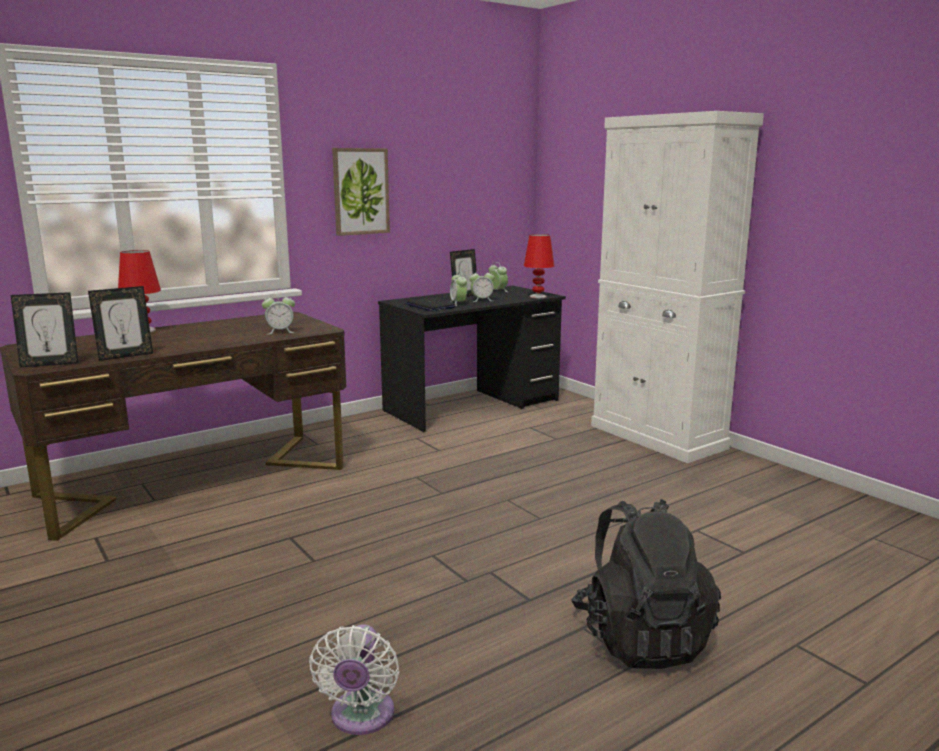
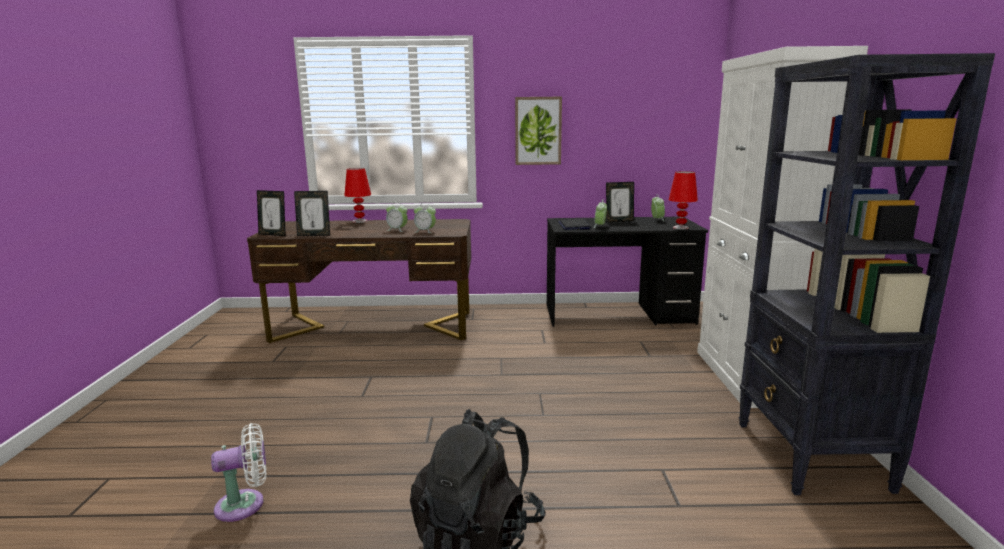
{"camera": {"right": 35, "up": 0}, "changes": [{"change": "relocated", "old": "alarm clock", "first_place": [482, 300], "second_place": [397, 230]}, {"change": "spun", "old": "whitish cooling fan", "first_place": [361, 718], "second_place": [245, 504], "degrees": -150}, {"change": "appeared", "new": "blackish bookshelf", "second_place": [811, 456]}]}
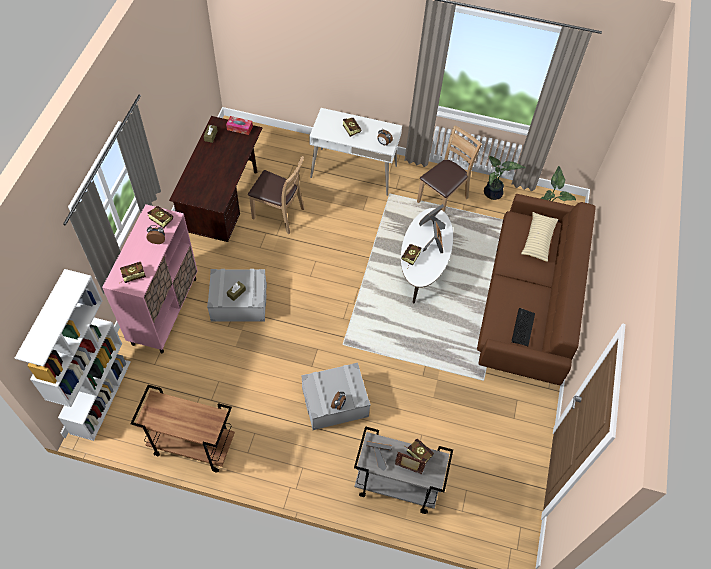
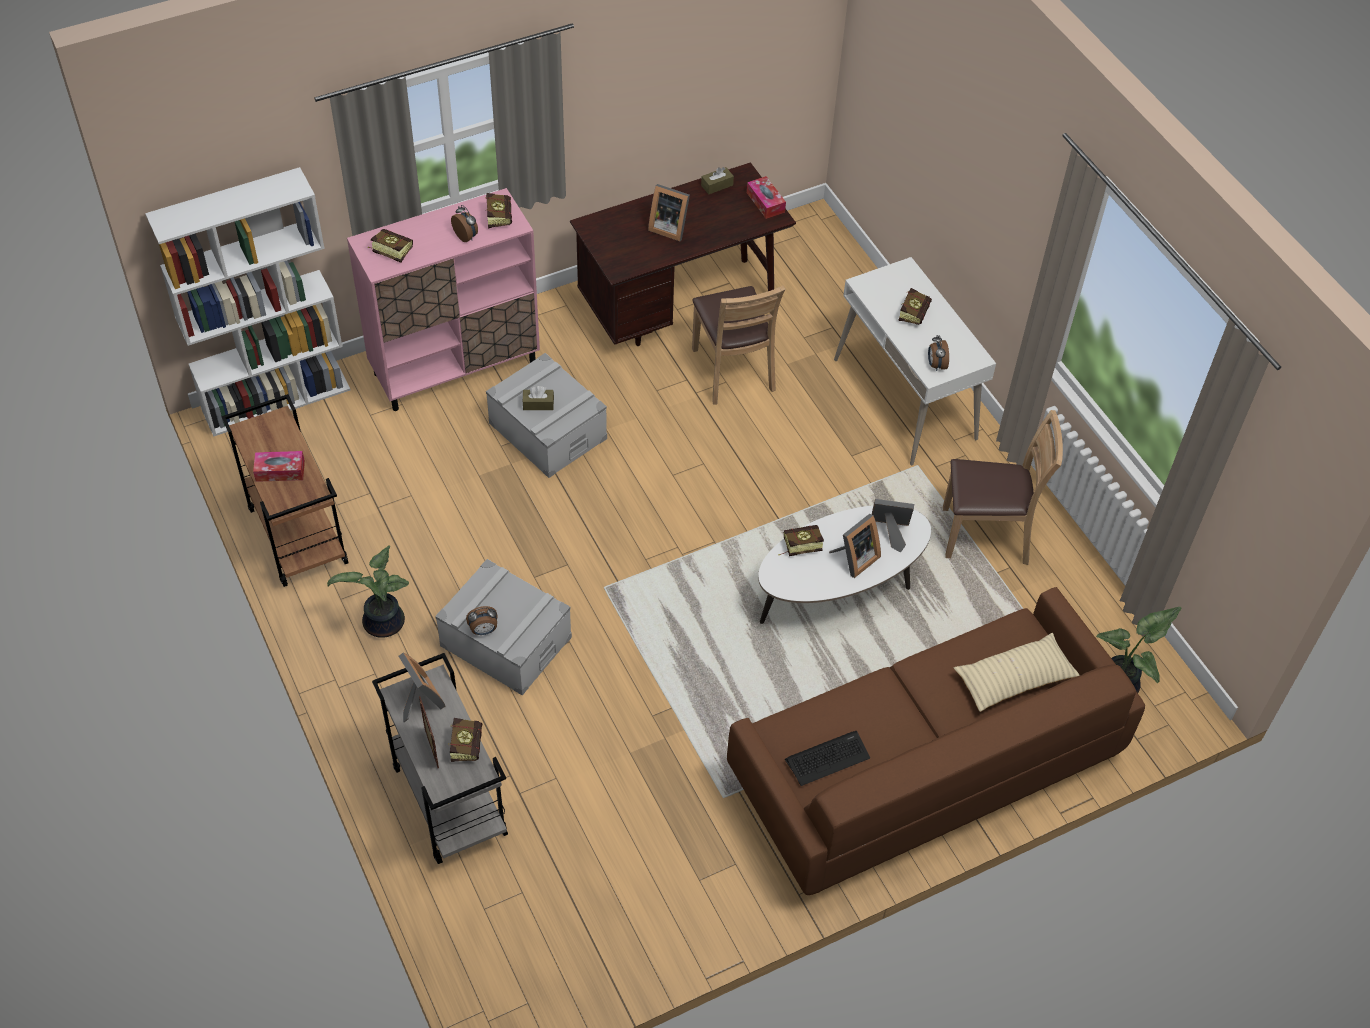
{"camera": {"right": 50, "up": -5}, "changes": [{"change": "relocated", "old": "potted plant", "first_place": [493, 194], "second_place": [382, 625]}, {"change": "appeared", "new": "picture frame", "second_place": [668, 227]}, {"change": "appeared", "new": "tissue box", "second_place": [280, 471]}]}
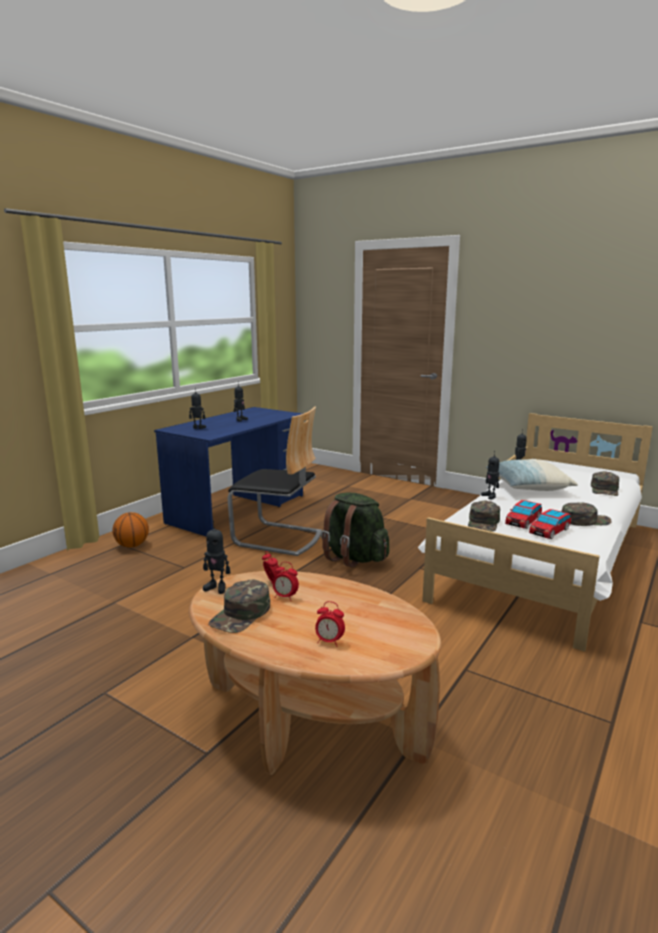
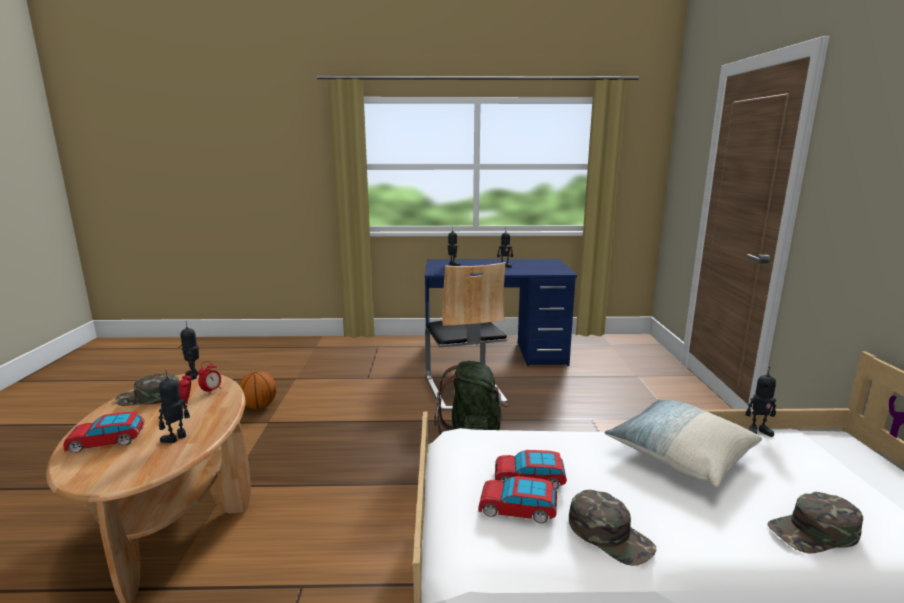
{"camera": {"right": 55, "up": 0}, "changes": [{"change": "relocated", "old": "toy robot", "first_place": [490, 496], "second_place": [176, 438]}, {"change": "missing", "old": "greenish peaked cap", "first_place": [483, 523]}, {"change": "relocated", "old": "basketball ball", "first_place": [132, 545], "second_place": [259, 406]}, {"change": "exchanged", "old": "alarm clock", "new": "toy car", "first_place": [329, 642], "second_place": [107, 441]}]}
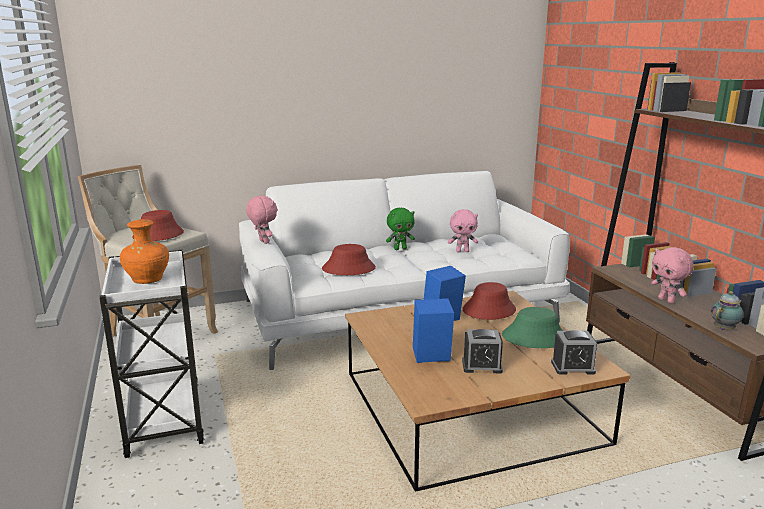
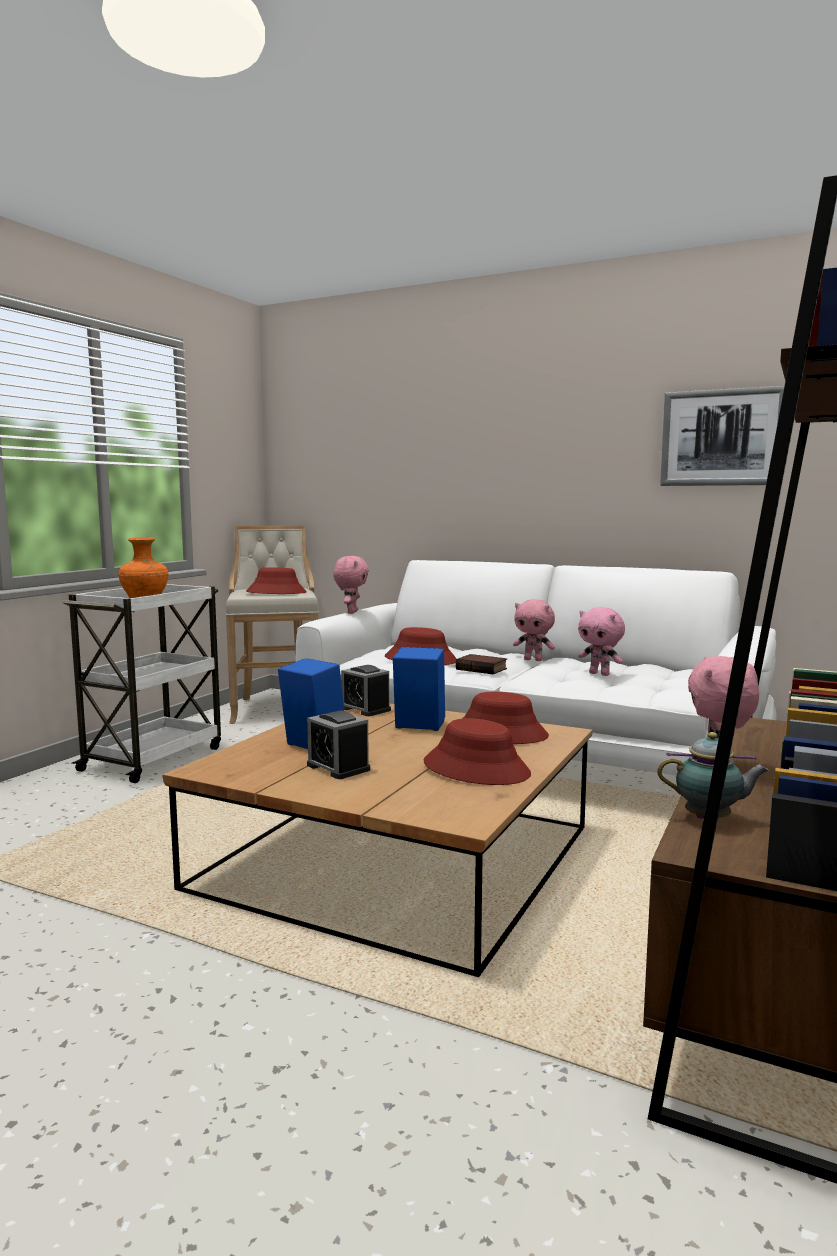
{"camera": {"right": 45, "up": -10}, "changes": [{"change": "colour", "old": "greenish plush toy", "new": "pinkish plush toy", "first_place": [400, 249], "second_place": [533, 660]}, {"change": "colour", "old": "greenish wearable hat", "new": "red wearable hat", "first_place": [534, 337], "second_place": [476, 769]}, {"change": "relocated", "old": "alarm clock", "first_place": [573, 367], "second_place": [365, 709]}, {"change": "appeared", "new": "wall art", "second_place": [721, 438]}, {"change": "appeared", "new": "volume", "second_place": [482, 669]}]}
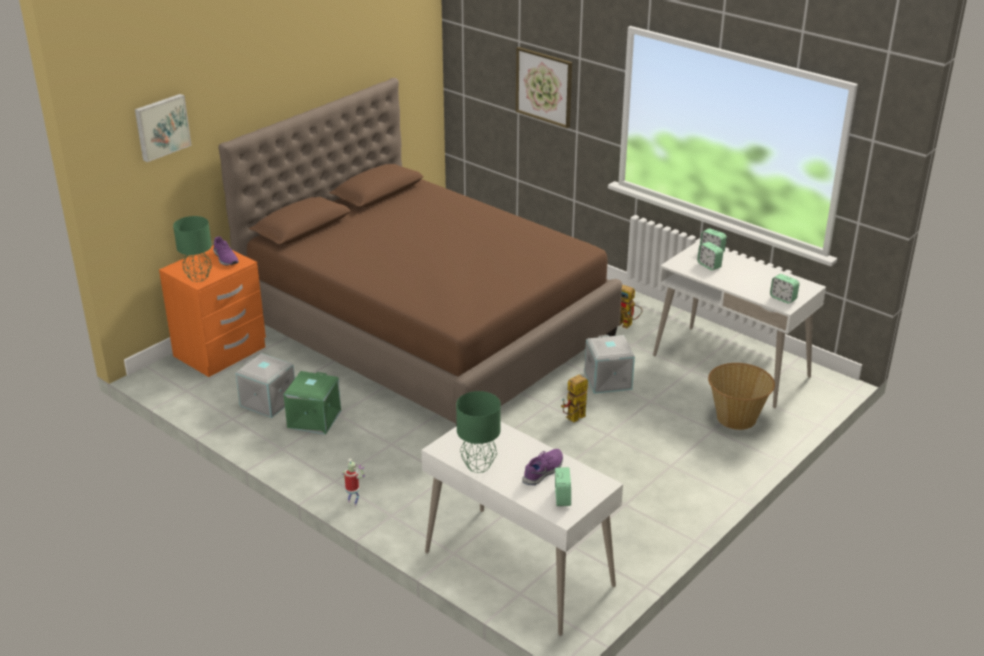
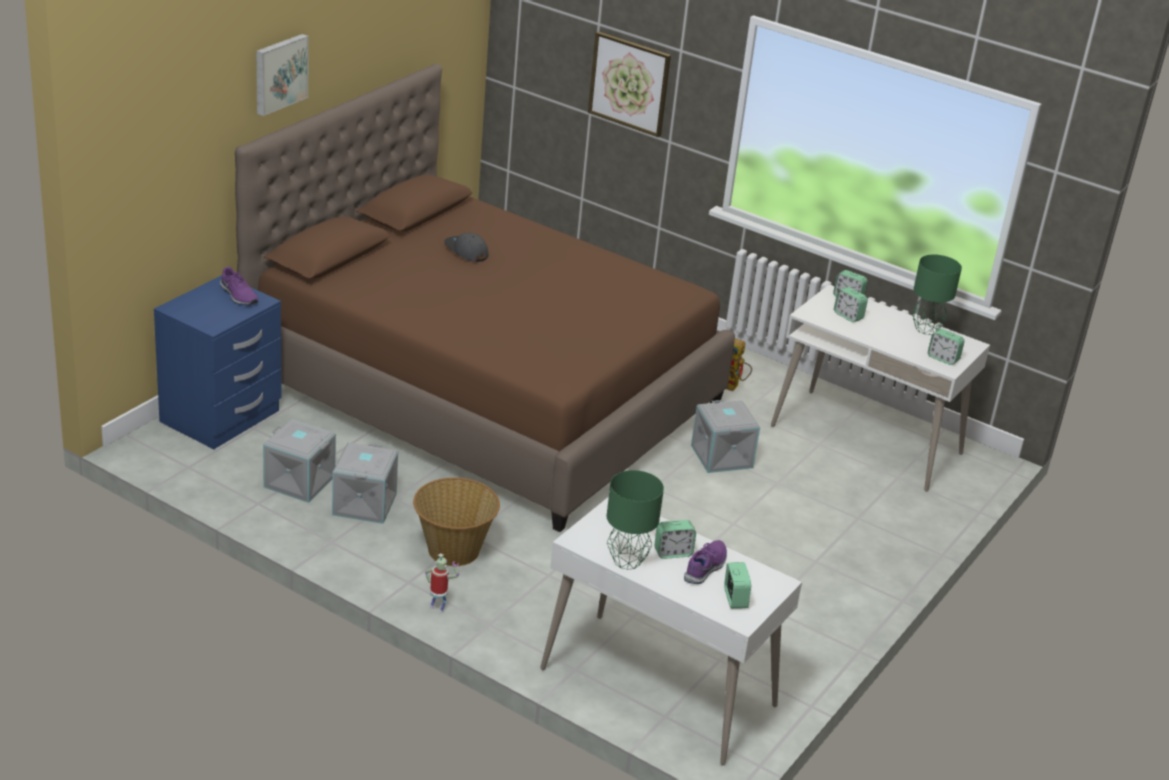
{"camera": {"right": -10, "up": 0}, "changes": [{"change": "relocated", "old": "wall art", "first_place": [161, 127], "second_place": [279, 73]}, {"change": "relocated", "old": "greenish tabletop lamp", "first_place": [199, 277], "second_place": [927, 329]}, {"change": "colour", "old": "orangey nightstand", "new": "blue nightstand", "first_place": [221, 352], "second_place": [221, 417]}, {"change": "relocated", "old": "storage basket", "first_place": [736, 418], "second_place": [453, 551]}, {"change": "colour", "old": "greenish storage bin", "new": "gray storage bin", "first_place": [313, 419], "second_place": [363, 504]}, {"change": "missing", "old": "toy robot", "first_place": [574, 419]}, {"change": "appeared", "new": "gray peaked cap", "second_place": [466, 251]}, {"change": "appeared", "new": "alarm clock", "second_place": [673, 552]}]}
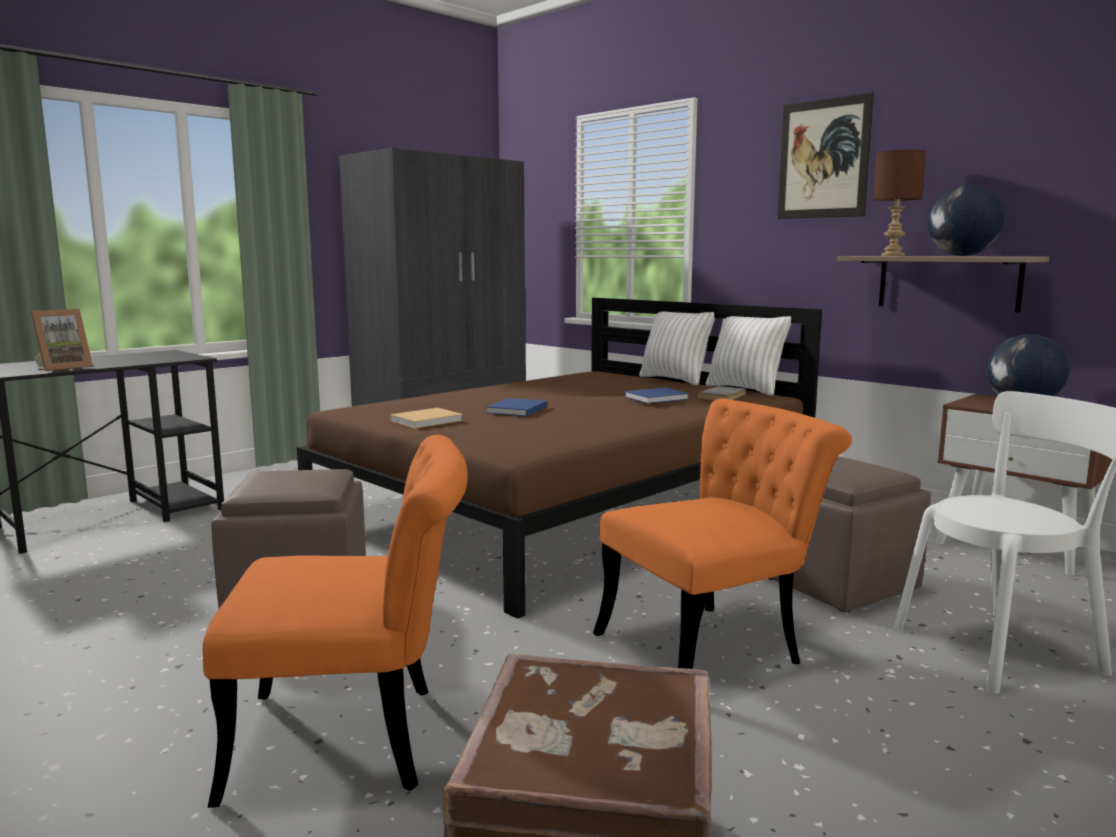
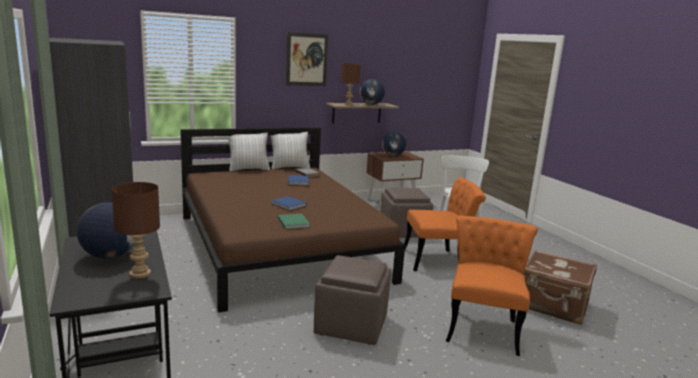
{"camera": {"right": -70, "up": 5}, "changes": [{"change": "exchanged", "old": "picture frame", "new": "brownish tabletop lamp", "first_place": [63, 367], "second_place": [139, 273]}, {"change": "spun", "old": "orangey plain chair", "first_place": [713, 644], "second_place": [439, 260], "degrees": 90}, {"change": "colour", "old": "beige volume", "new": "greenish volume", "first_place": [428, 420], "second_place": [293, 222]}, {"change": "appeared", "new": "globe", "second_place": [110, 256]}]}
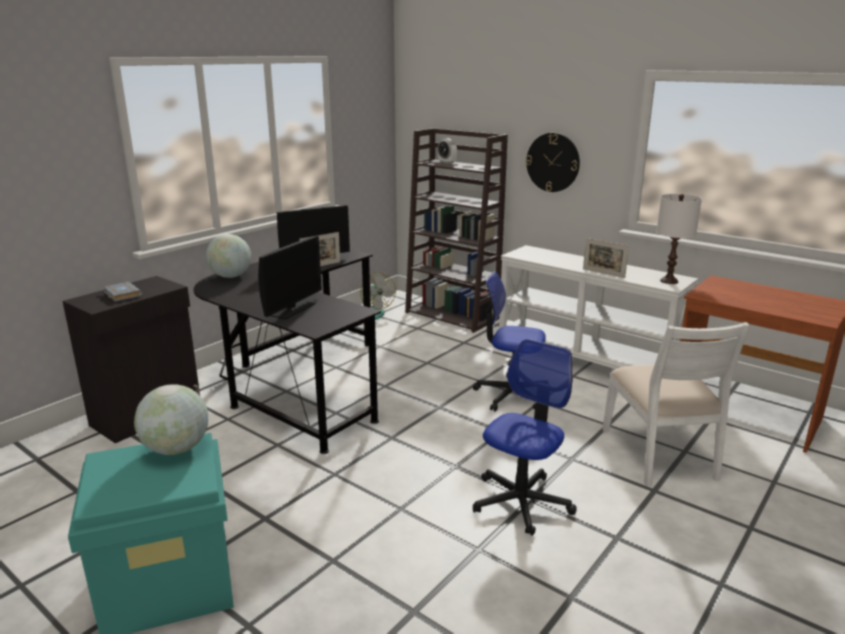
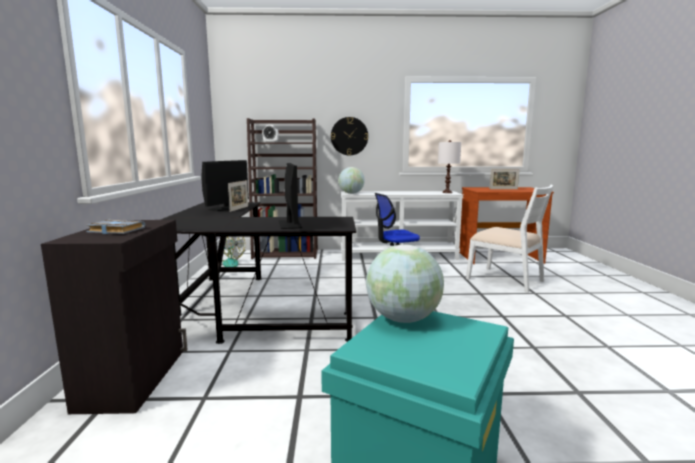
{"camera": {"right": -40, "up": -10}, "changes": [{"change": "relocated", "old": "globe", "first_place": [231, 276], "second_place": [351, 193]}, {"change": "relocated", "old": "picture frame", "first_place": [603, 273], "second_place": [503, 189]}, {"change": "missing", "old": "computer chair", "first_place": [521, 502]}]}
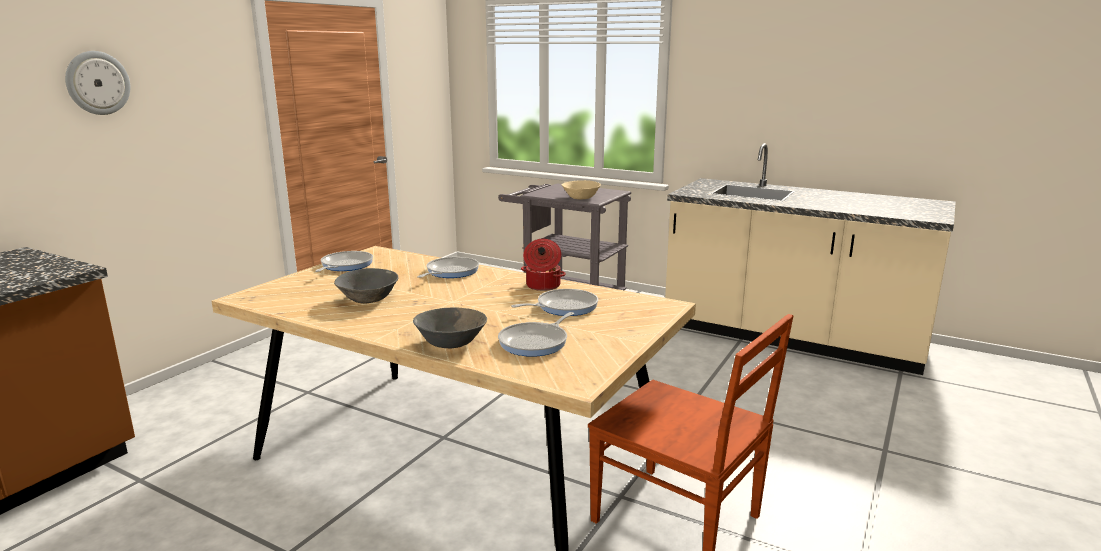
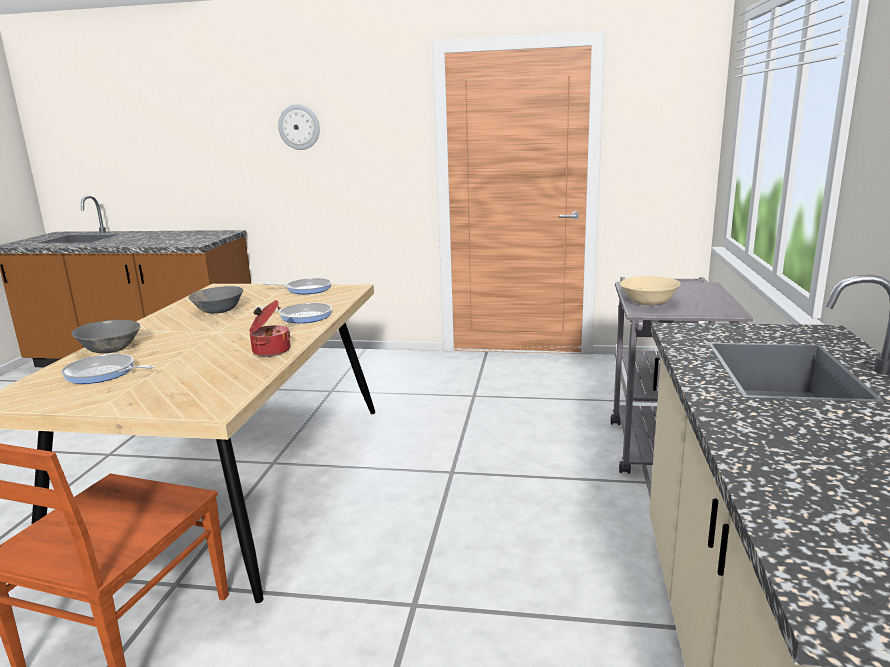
{"camera": {"right": 70, "up": 0}, "changes": [{"change": "missing", "old": "skillet", "first_place": [563, 307]}]}
